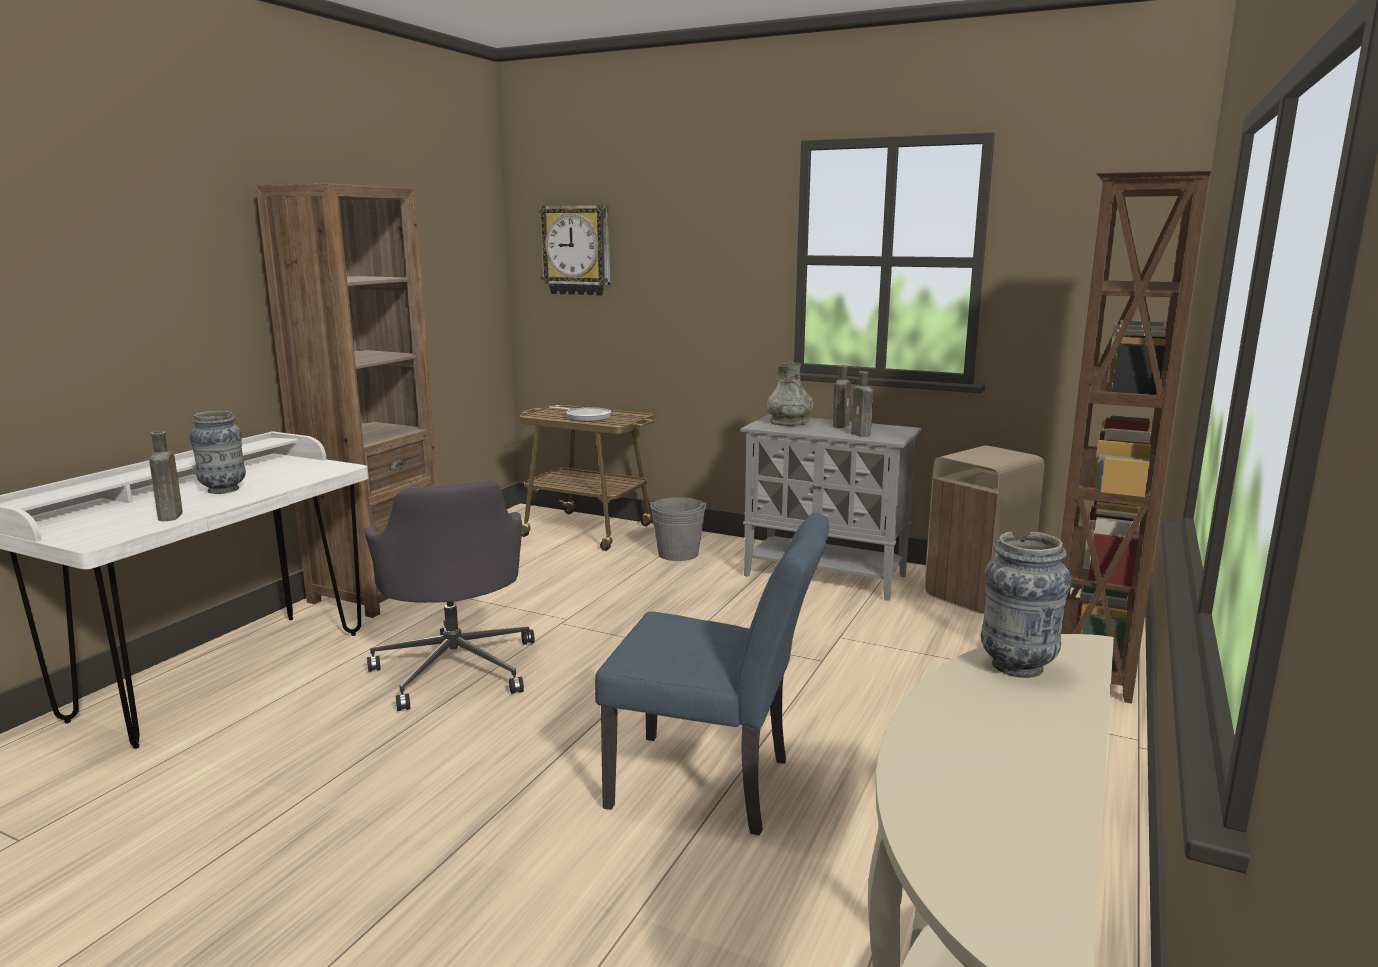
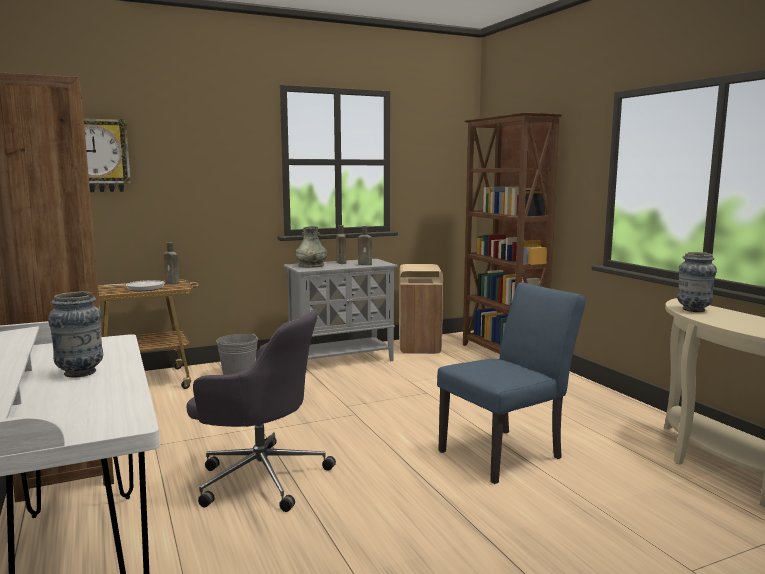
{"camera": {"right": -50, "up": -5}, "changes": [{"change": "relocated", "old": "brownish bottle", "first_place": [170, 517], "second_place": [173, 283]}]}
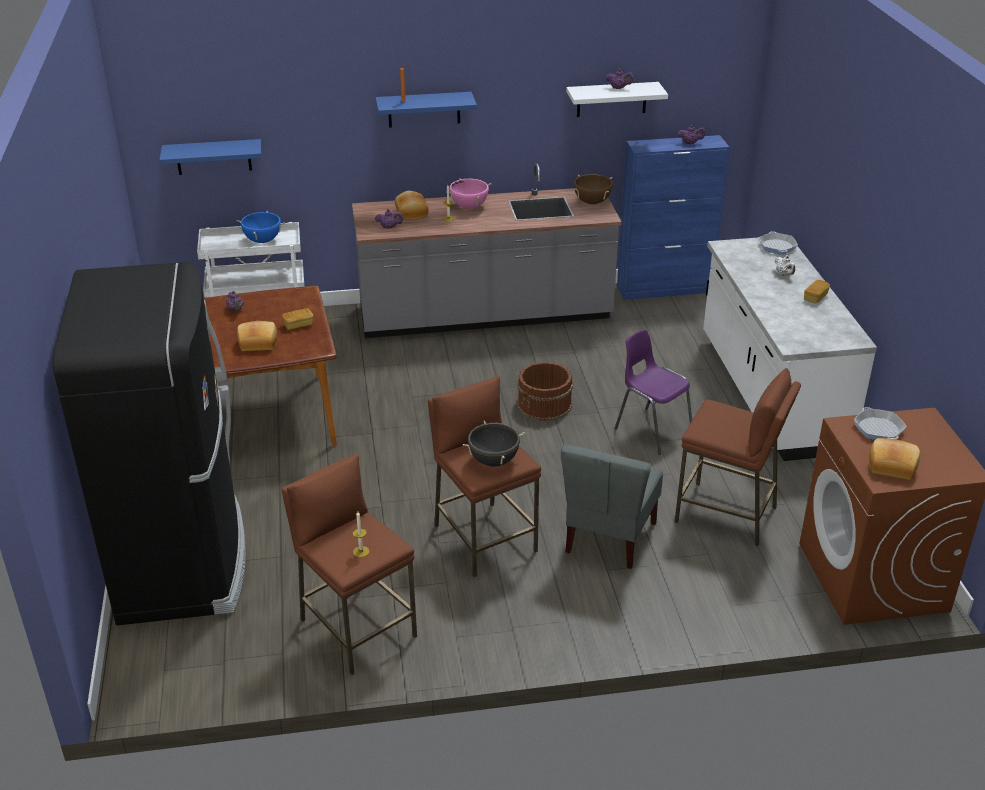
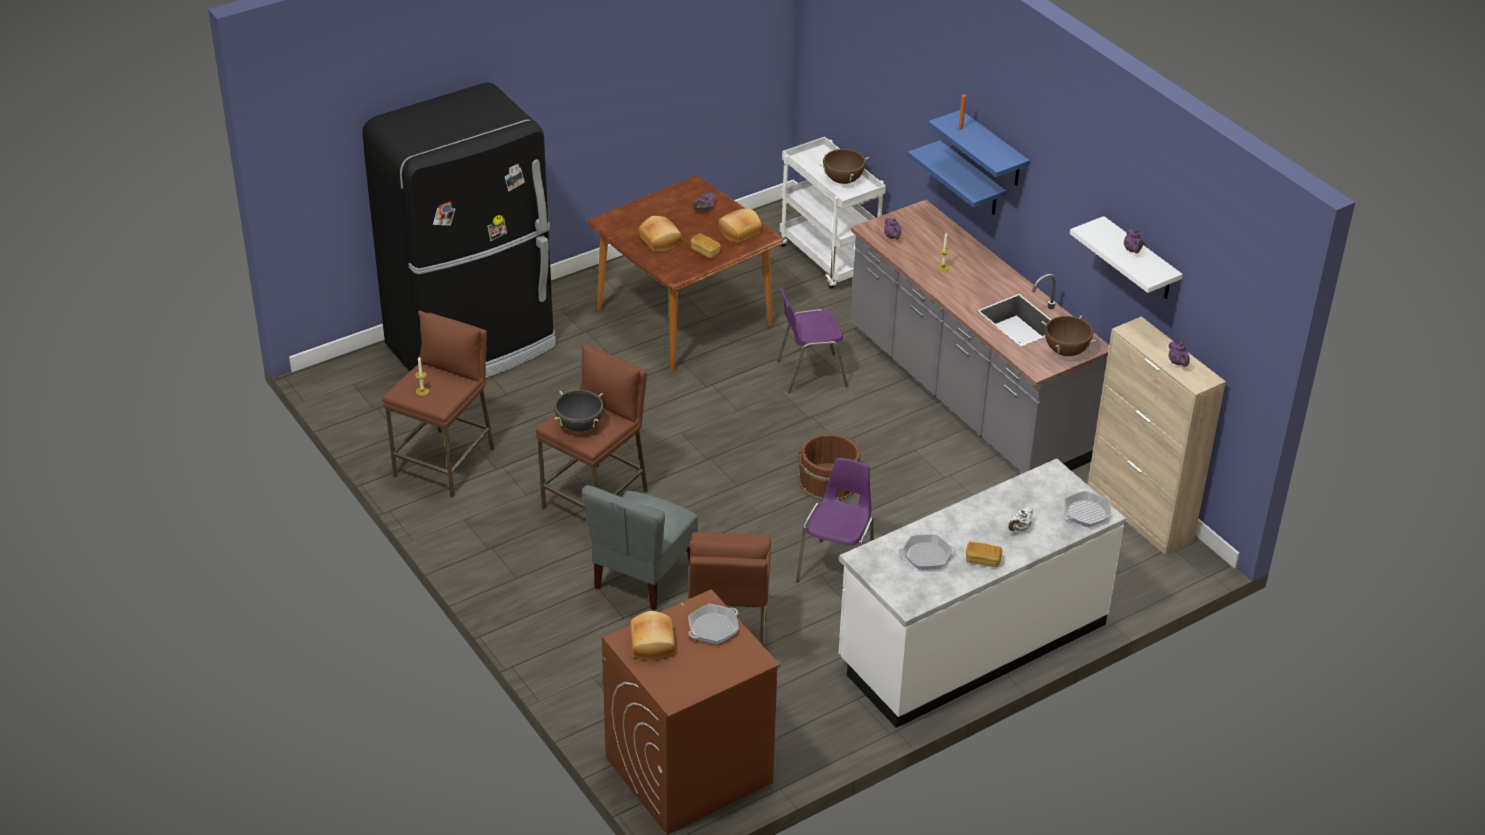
{"camera": {"right": 65, "up": 5}, "changes": [{"change": "colour", "old": "blue cabinet", "new": "beige cabinet", "first_place": [665, 289], "second_place": [1140, 514]}, {"change": "relocated", "old": "blue bracket shelf", "first_place": [213, 157], "second_place": [971, 180]}, {"change": "missing", "old": "pinkish cooking pot", "first_place": [469, 207]}, {"change": "relocated", "old": "baked bread", "first_place": [410, 213], "second_place": [739, 231]}, {"change": "colour", "old": "blue cooking pot", "new": "brownish cooking pot", "first_place": [263, 240], "second_place": [843, 180]}, {"change": "spun", "old": "gray plain chair", "first_place": [609, 538], "second_place": [643, 577], "degrees": -60}, {"change": "appeared", "new": "purple plain chair", "second_place": [809, 374]}, {"change": "appeared", "new": "skillet", "second_place": [926, 556]}]}
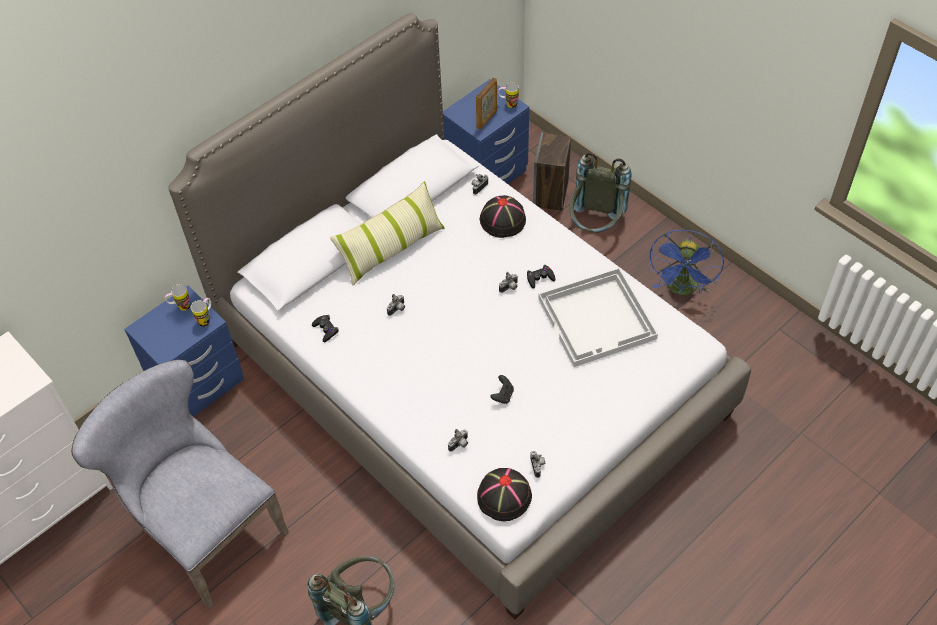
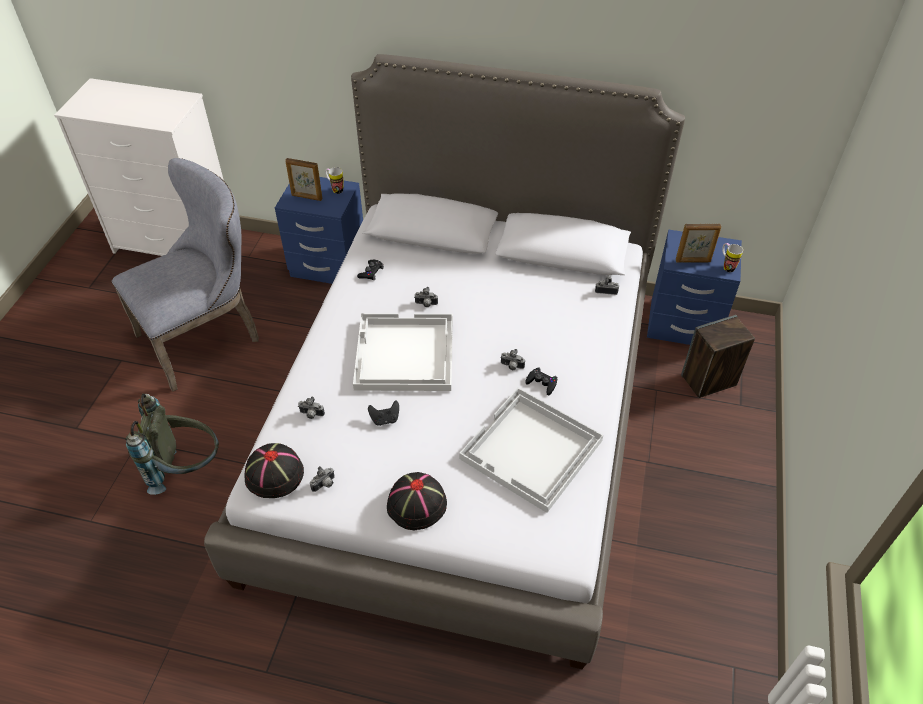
{"camera": {"right": 55, "up": -5}, "changes": [{"change": "missing", "old": "gray rucksack", "first_place": [595, 227]}, {"change": "missing", "old": "pillow", "first_place": [391, 249]}, {"change": "relocated", "old": "blackish wearable hat", "first_place": [503, 221], "second_place": [416, 504]}, {"change": "missing", "old": "blue cooling fan", "first_place": [682, 289]}, {"change": "missing", "old": "coffee mug", "first_place": [206, 319]}, {"change": "spun", "old": "gray plain chair", "first_place": [205, 529], "second_place": [207, 336], "degrees": 45}, {"change": "appeared", "new": "picture frame", "second_place": [306, 197]}, {"change": "appeared", "new": "whitish carrying tray", "second_place": [403, 354]}]}
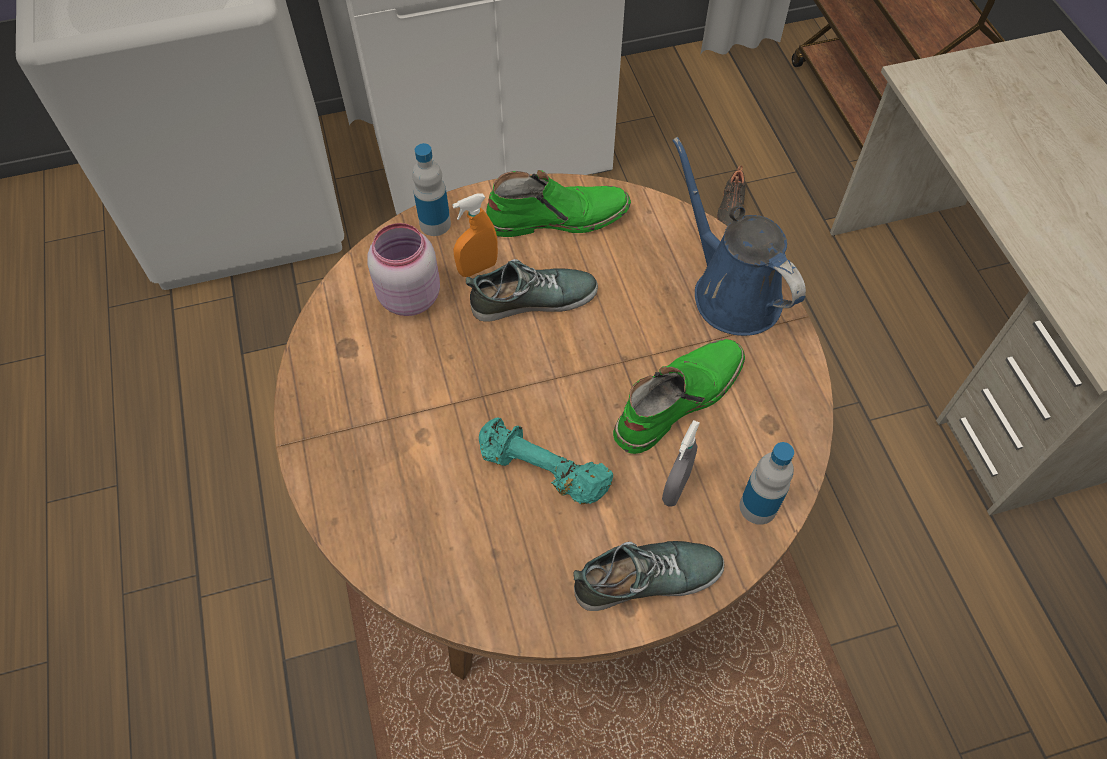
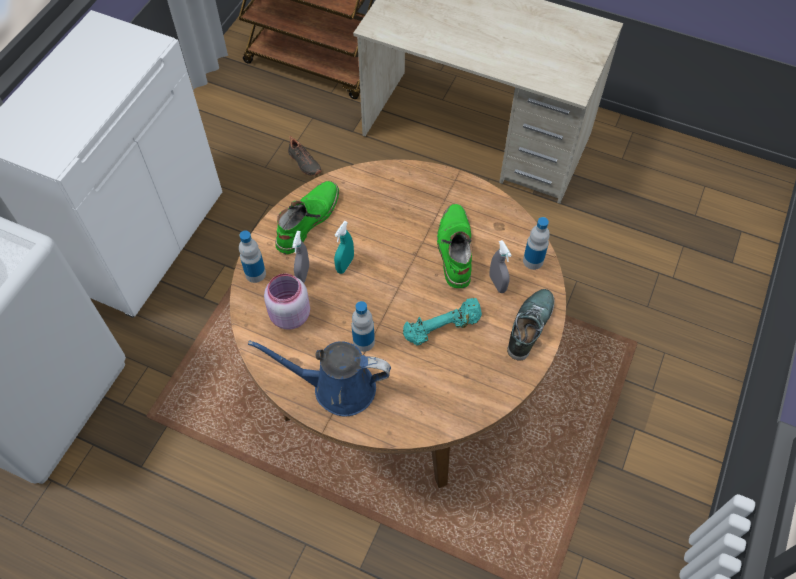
{"camera": {"right": -50, "up": 0}, "changes": [{"change": "relocated", "old": "blue watering can", "first_place": [731, 291], "second_place": [337, 387]}, {"change": "colour", "old": "orangey spray bottle", "new": "gray spray bottle", "first_place": [477, 268], "second_place": [303, 274]}, {"change": "exchanged", "old": "item of footwear", "new": "blue-green spray bottle", "first_place": [533, 298], "second_place": [345, 265]}, {"change": "appeared", "new": "bottle", "second_place": [363, 342]}]}
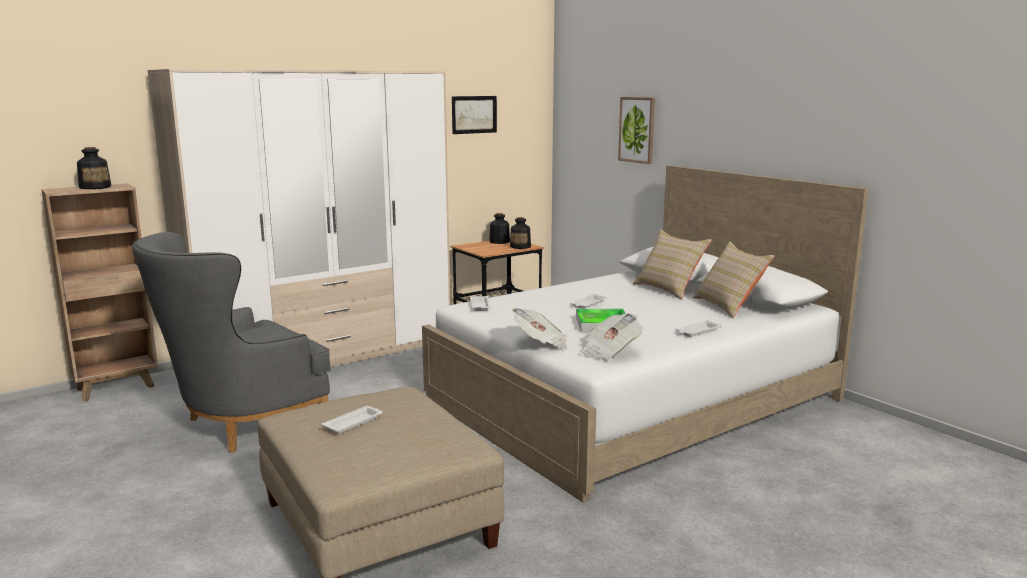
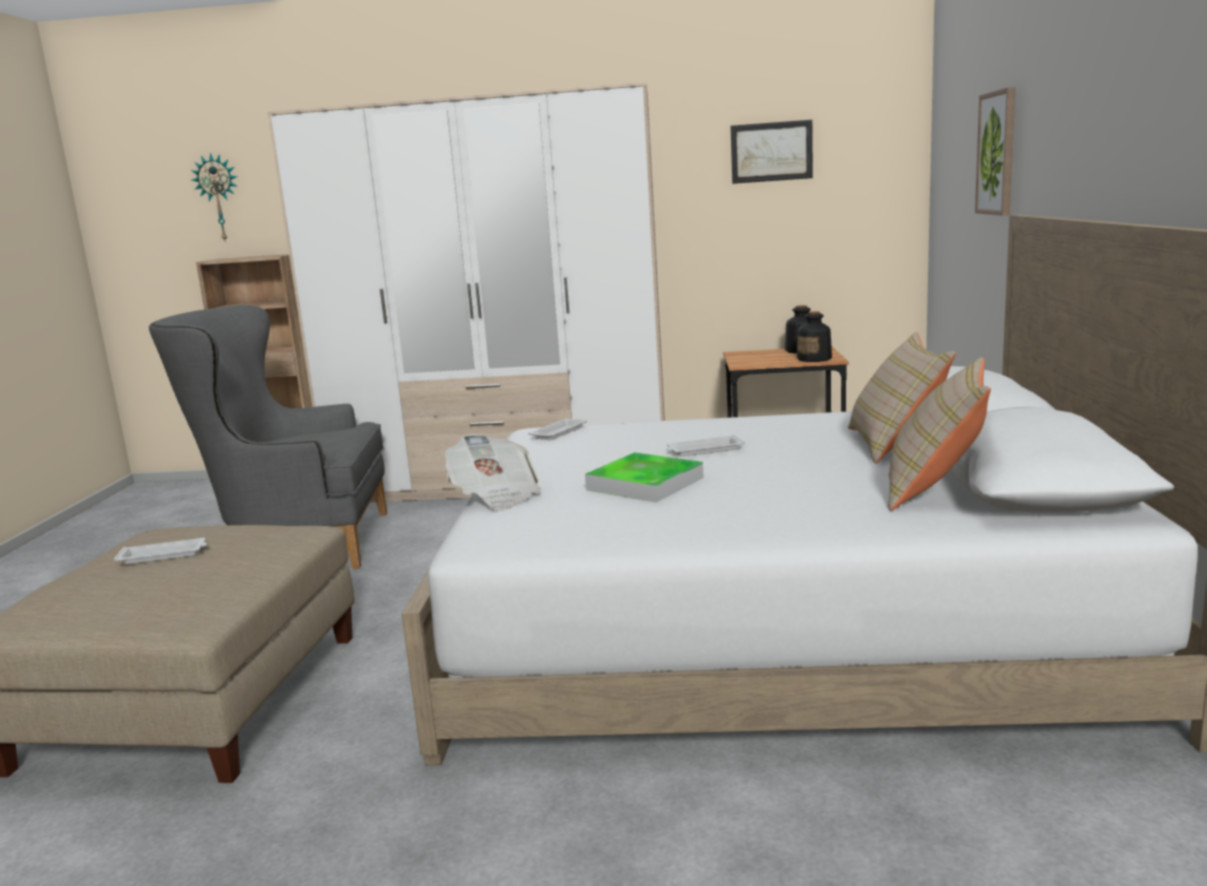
{"camera": {"right": 40, "up": 0}, "changes": [{"change": "missing", "old": "bottle", "first_place": [95, 187]}, {"change": "missing", "old": "newspaper", "first_place": [609, 352]}, {"change": "missing", "old": "whitish carrying tray", "first_place": [697, 332]}, {"change": "appeared", "new": "wall clock", "second_place": [219, 198]}]}
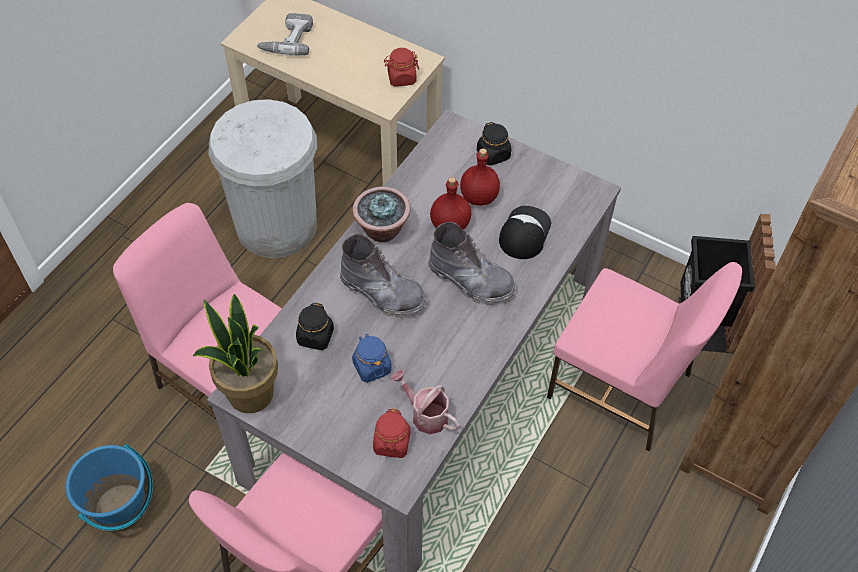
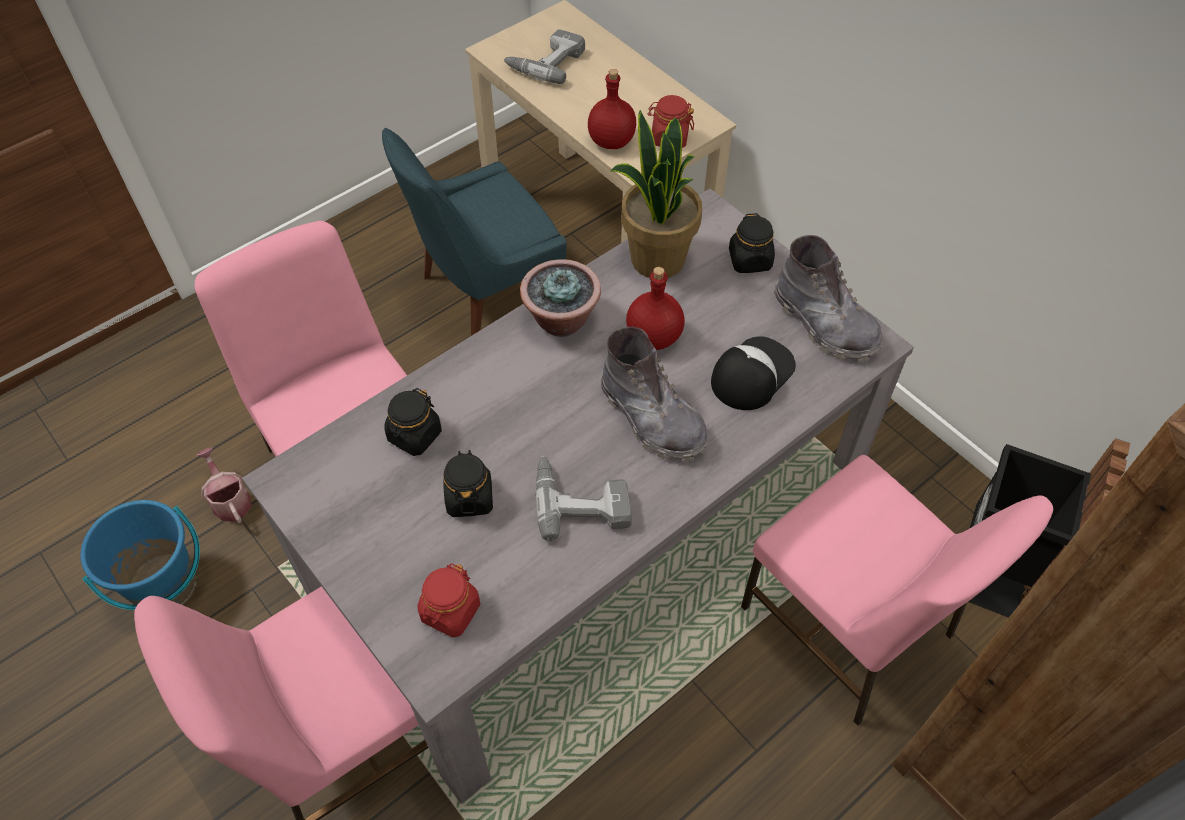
{"camera": {"right": 20, "up": 0}, "changes": [{"change": "exchanged", "old": "whitish trash can", "new": "blue plain chair", "first_place": [276, 225], "second_place": [485, 294]}, {"change": "relocated", "old": "red bottle", "first_place": [479, 197], "second_place": [612, 141]}, {"change": "relocated", "old": "gray high-top boot", "first_place": [383, 293], "second_place": [824, 324]}, {"change": "relocated", "old": "potted plant", "first_place": [249, 393], "second_place": [656, 259]}, {"change": "colour", "old": "blue preserve jar", "new": "blackish preserve jar", "first_place": [372, 367], "second_place": [469, 497]}, {"change": "relocated", "old": "watering can", "first_place": [425, 414], "second_place": [230, 500]}, {"change": "appeared", "new": "power drill", "second_place": [581, 499]}]}
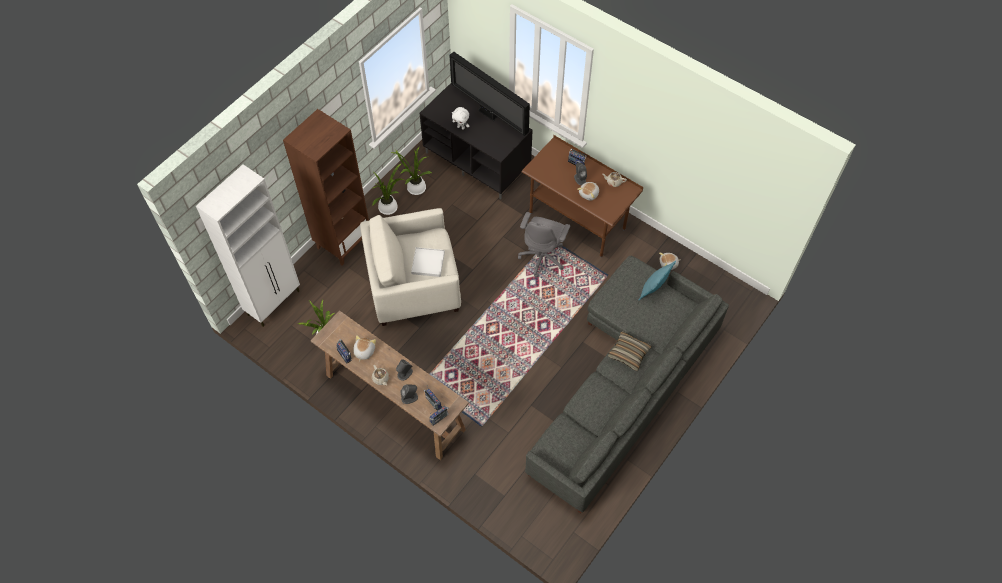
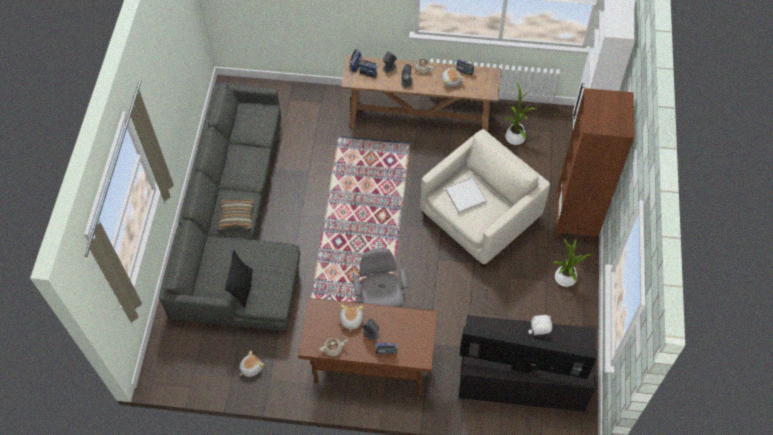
{"camera": {"right": 150, "up": 0}, "changes": [{"change": "missing", "old": "potted plant", "first_place": [415, 188]}, {"change": "colour", "old": "blue-green pillow", "new": "blackish pillow", "first_place": [653, 289], "second_place": [242, 288]}]}
